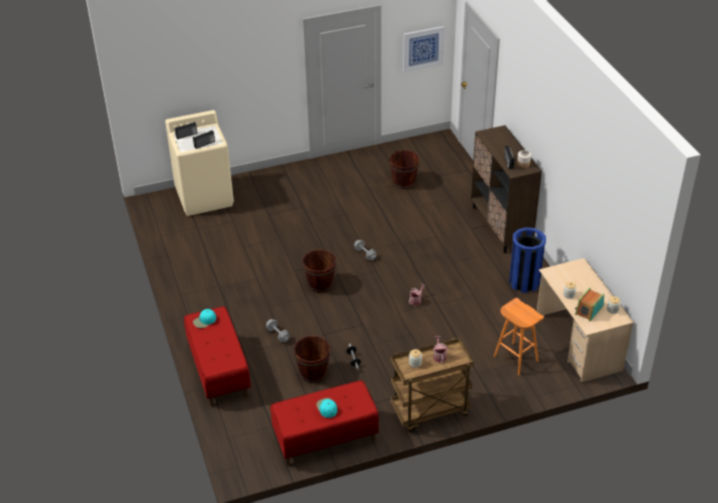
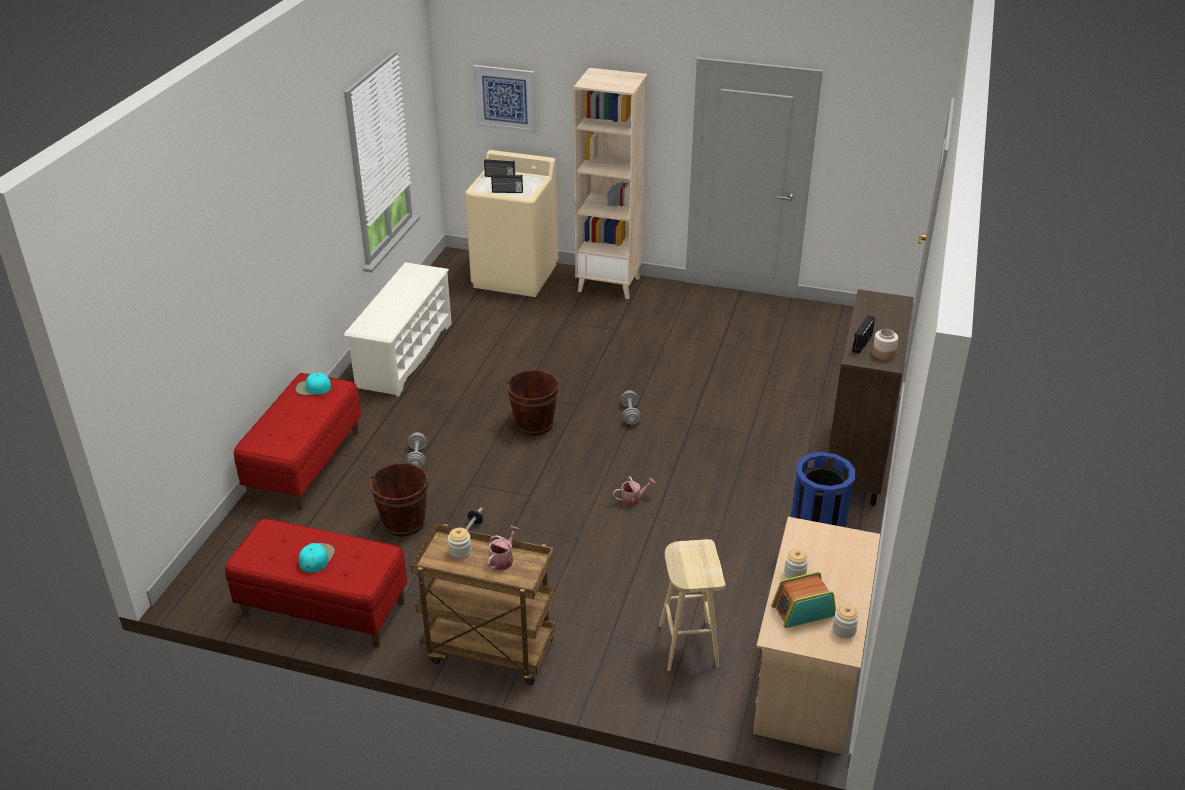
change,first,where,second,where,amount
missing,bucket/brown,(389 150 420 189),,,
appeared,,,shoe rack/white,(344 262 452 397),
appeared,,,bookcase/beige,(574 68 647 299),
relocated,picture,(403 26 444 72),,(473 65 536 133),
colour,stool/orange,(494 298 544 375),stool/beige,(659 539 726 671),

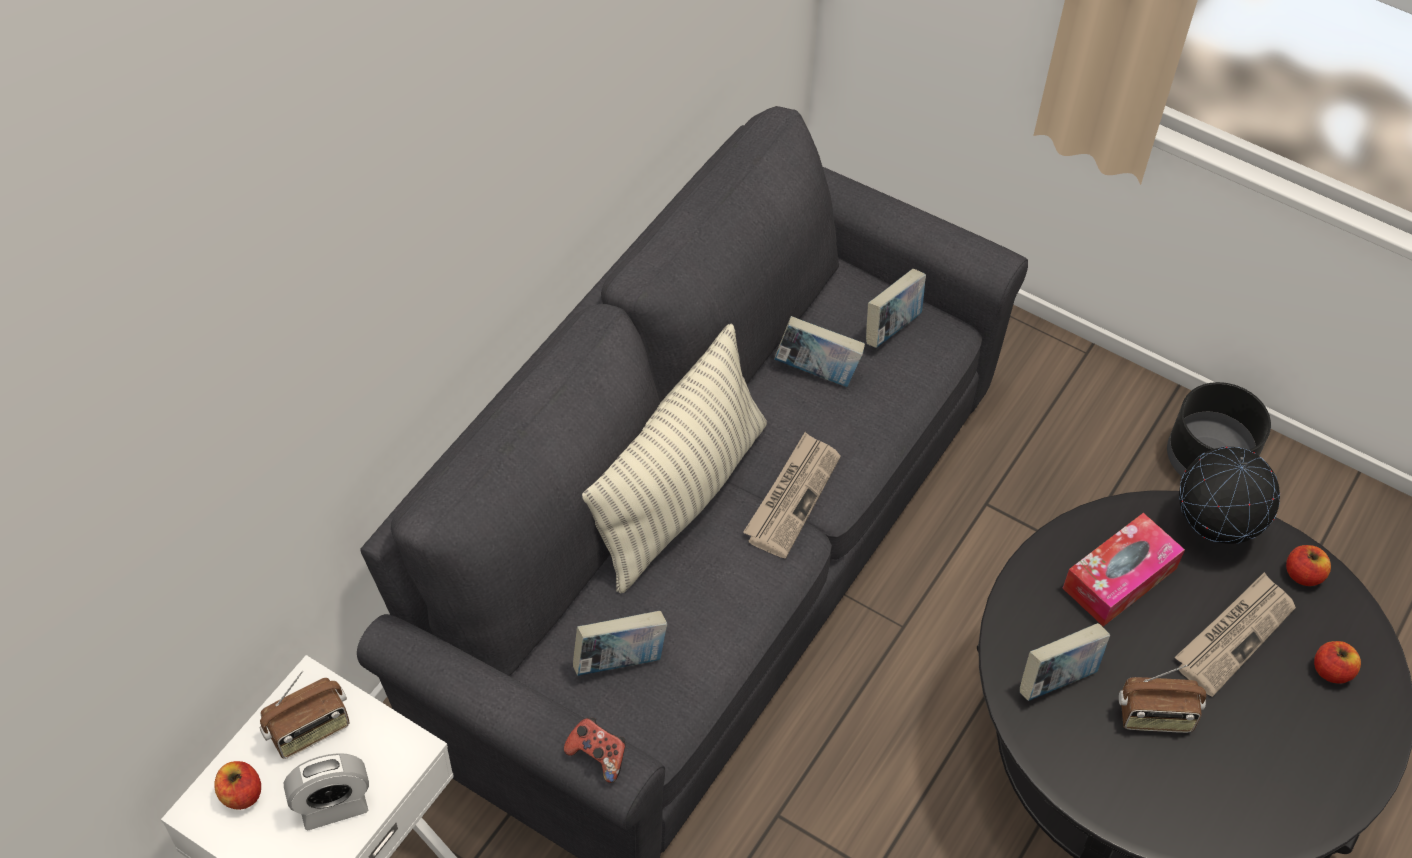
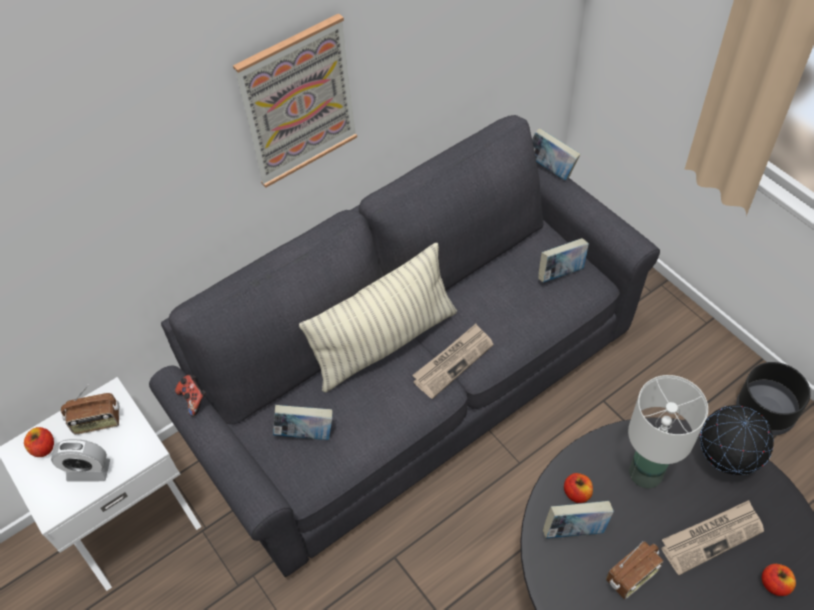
change,first,where,second,where,amount
appeared,,,picture,(233 13 357 188),
relocated,game controller,(564 718 626 783),,(175 375 206 416),
relocated,book,(774 316 865 387),,(532 128 580 181),
relocated,apple,(1286 545 1331 586),,(564 473 593 503),
exchanged,tissue box,(1063 513 1185 626),table lamp/white,(628 375 708 488),
spun,radio,(1119 665 1206 733),,(606 541 663 599),60 degrees counterclockwise

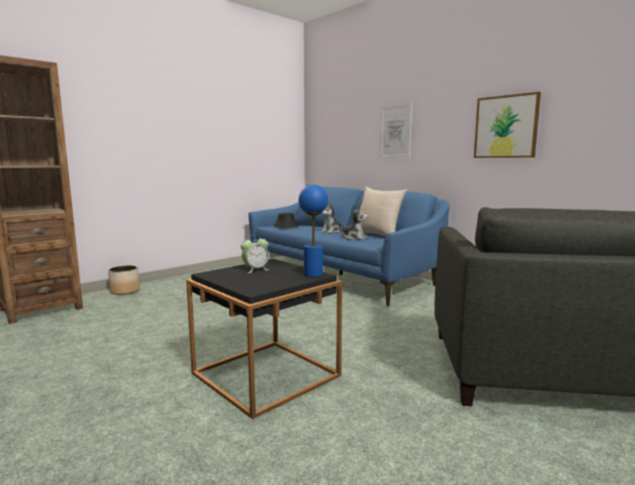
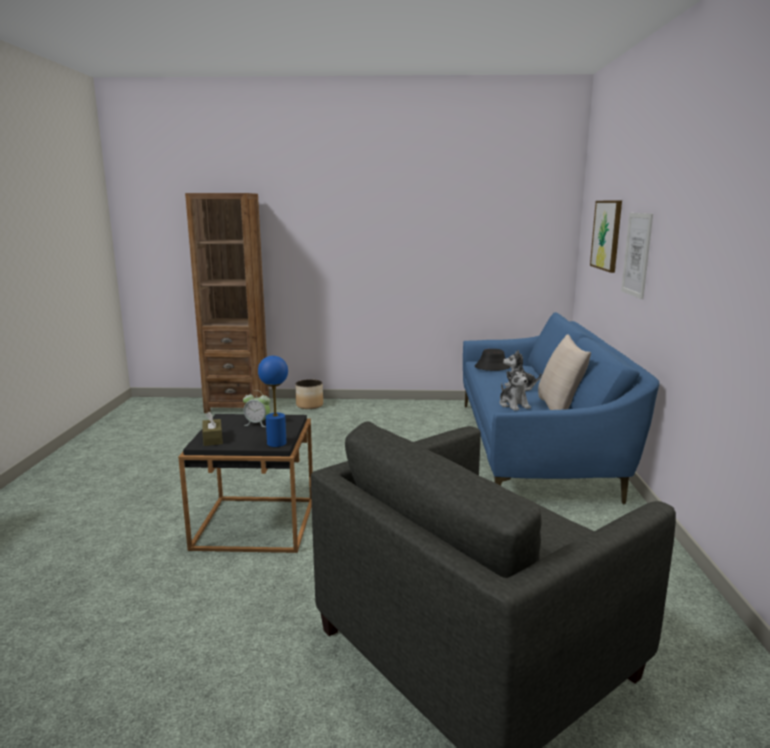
change,first,where,second,where,amount
appeared,,,tissue box/brown,(202 412 223 446),
relocated,picture,(474 92 541 158),,(590 200 622 273),

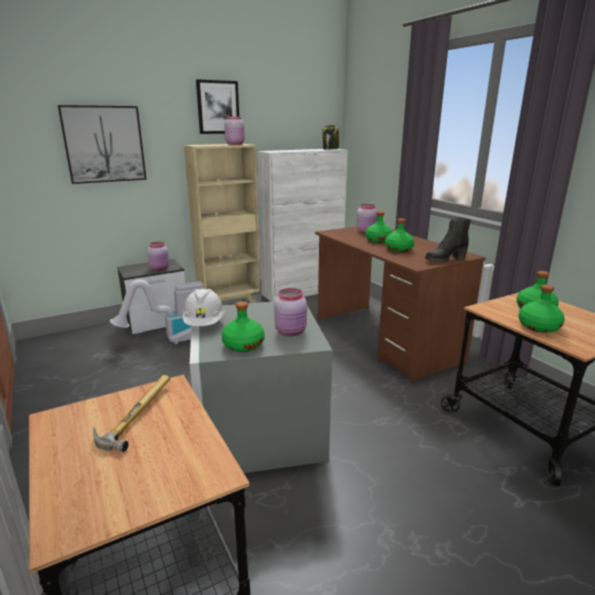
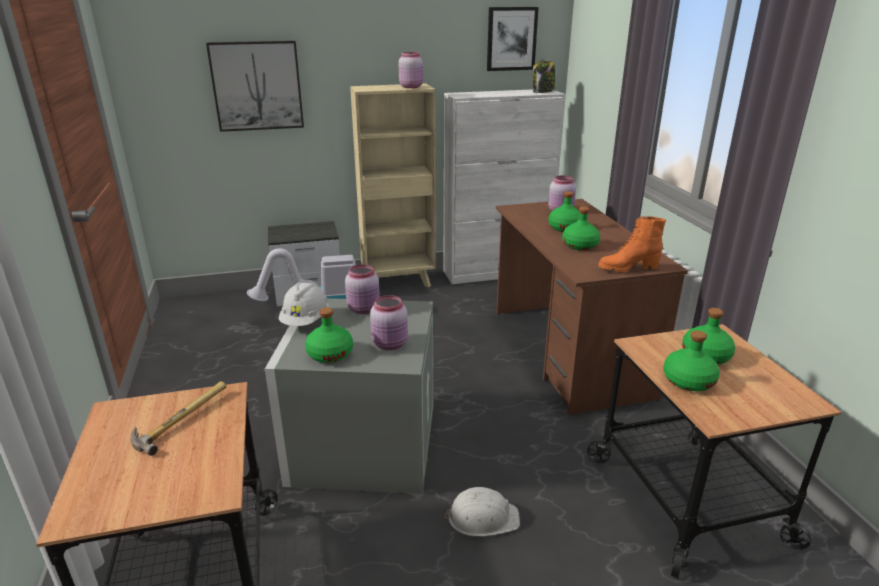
change,first,where,second,where,amount
appeared,,,hard hat/white,(444 487 520 537),
relocated,jar/pink,(147 242 169 271),,(345 264 380 314),
relocated,picture,(196 79 239 134),,(487 7 539 71),
colour,boot/black,(425 218 471 262),boot/orange,(598 216 666 273),

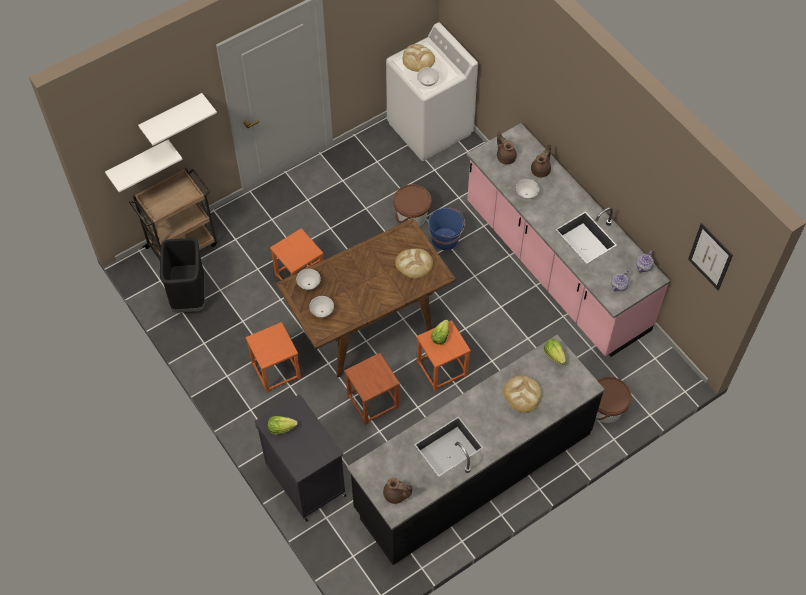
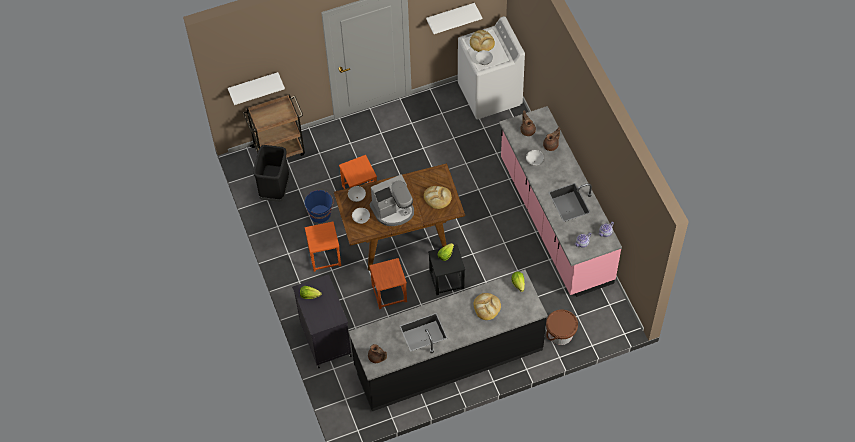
change,first,where,second,where,amount
missing,bucket/brown,(393 184 432 226),,,
missing,picture,(688 223 733 290),,,
appeared,,,coffee machine,(370 174 414 226),
relocated,shelf/white,(138 93 217 146),,(426 3 482 34),
relocated,bucket/blue,(428 208 465 250),,(305 190 334 223),
colour,stool/orange,(416 320 471 391),stool/black,(428 245 465 295),

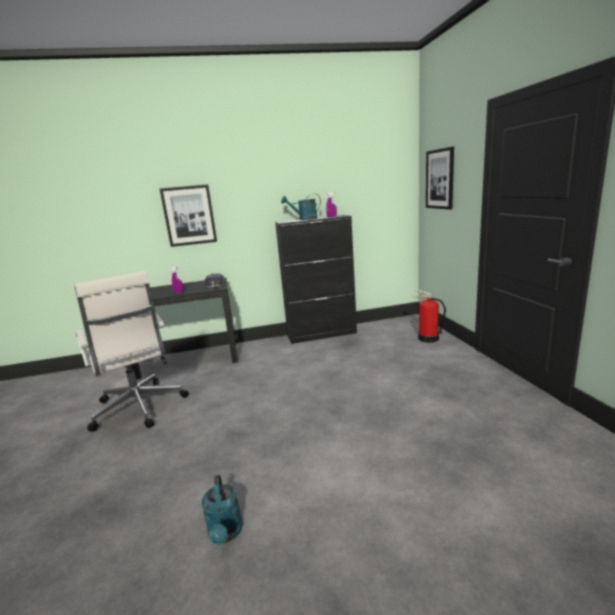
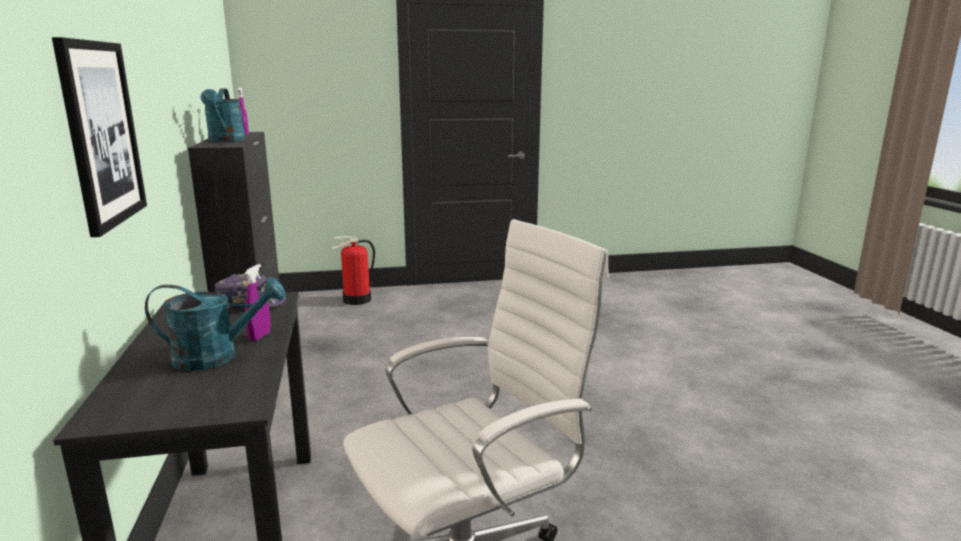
change,first,where,second,where,amount
missing,picture,(426 147 454 209),,,
relocated,watering can/turquoise,(202 475 243 545),,(145 277 286 371),

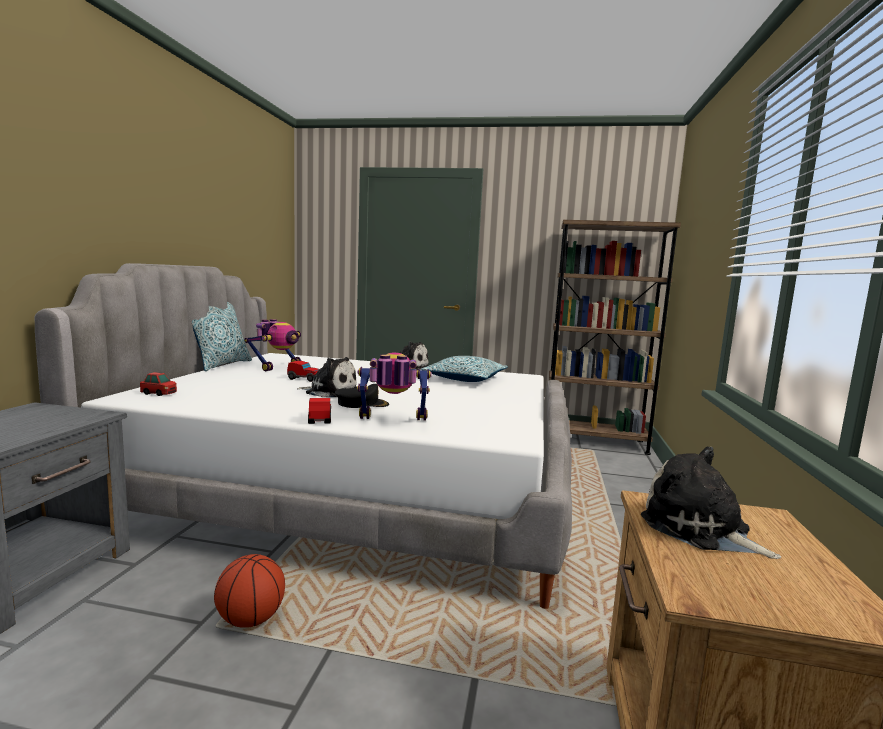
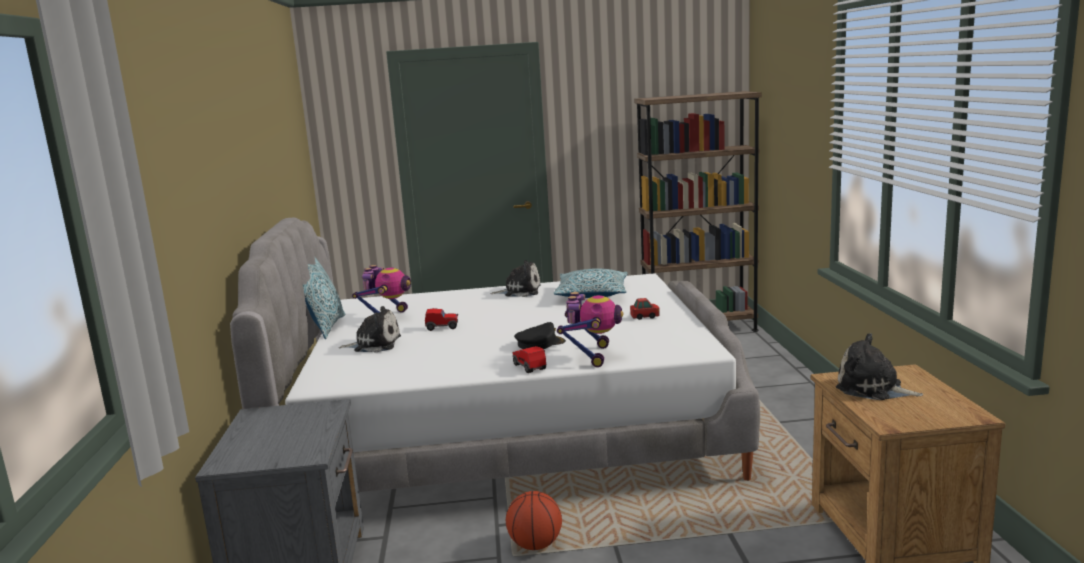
change,first,where,second,where,amount
relocated,toy car,(140 372 177 396),,(630 298 660 320),
relocated,plush toy,(297 357 357 398),,(339 306 401 353),
spun,toy robot,(357 353 432 420),,(557 292 623 367),120 degrees clockwise

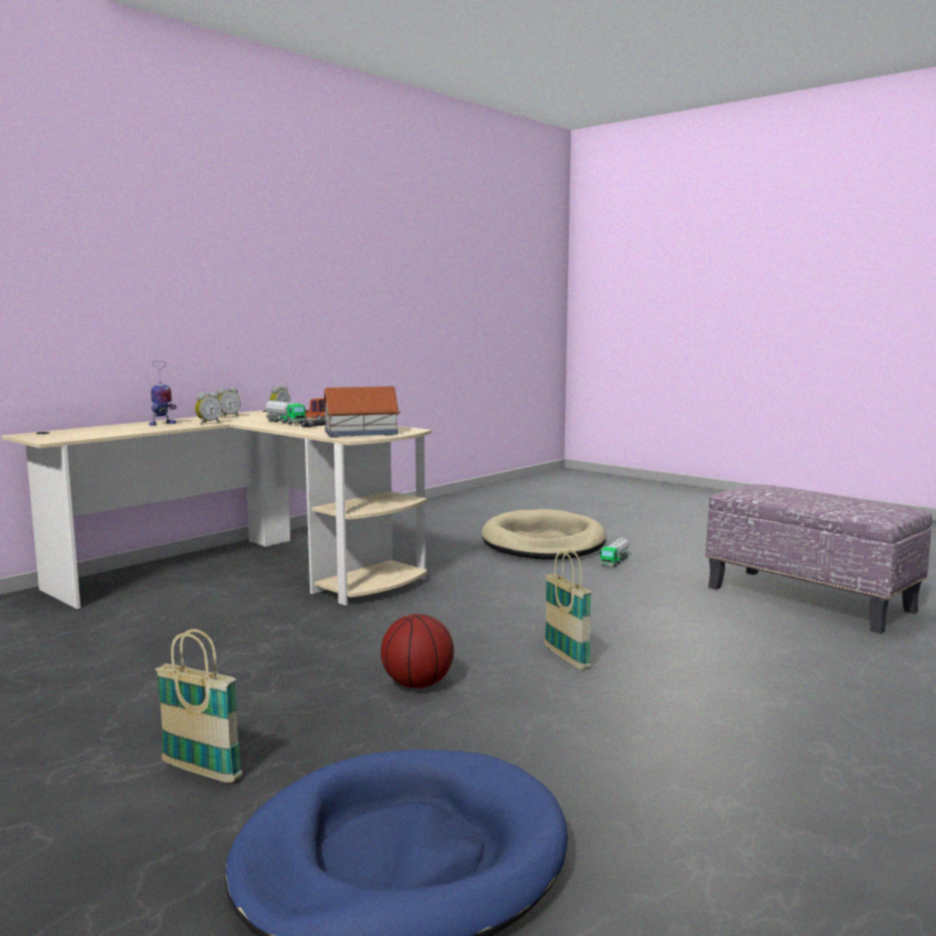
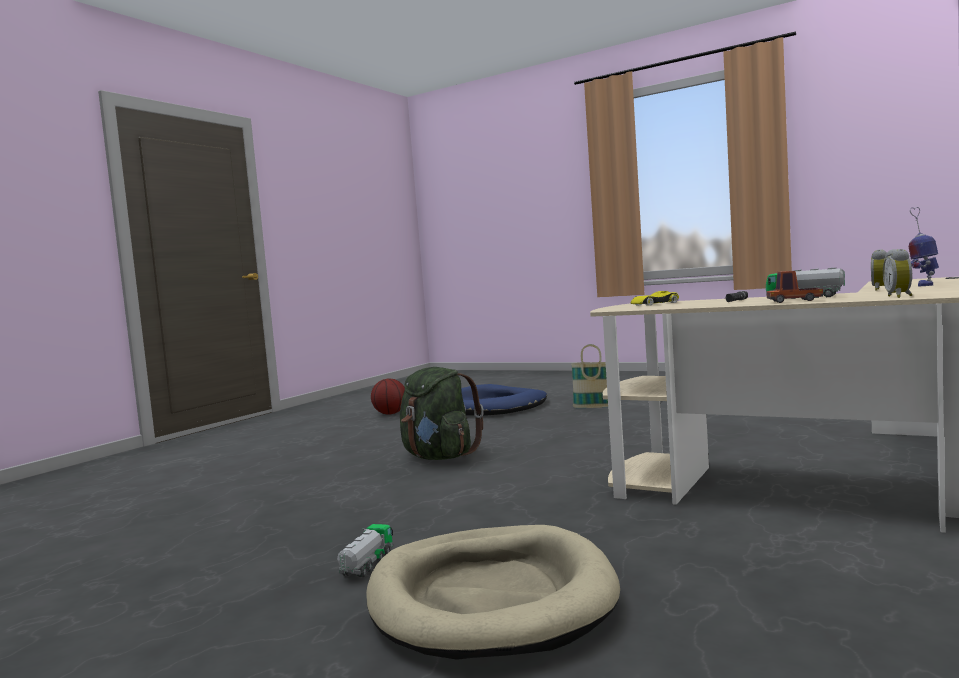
change,first,where,second,where,amount
missing,alarm clock,(217 387 240 418),,,
missing,ottoman,(705 484 932 634),,,
relocated,basketball,(381 614 454 688),,(371 378 405 415),
exchanged,toy house,(322 386 400 437),toy car/yellow,(631 291 679 306),
exchanged,basket,(544 550 592 670),backpack/green,(400 367 484 460),

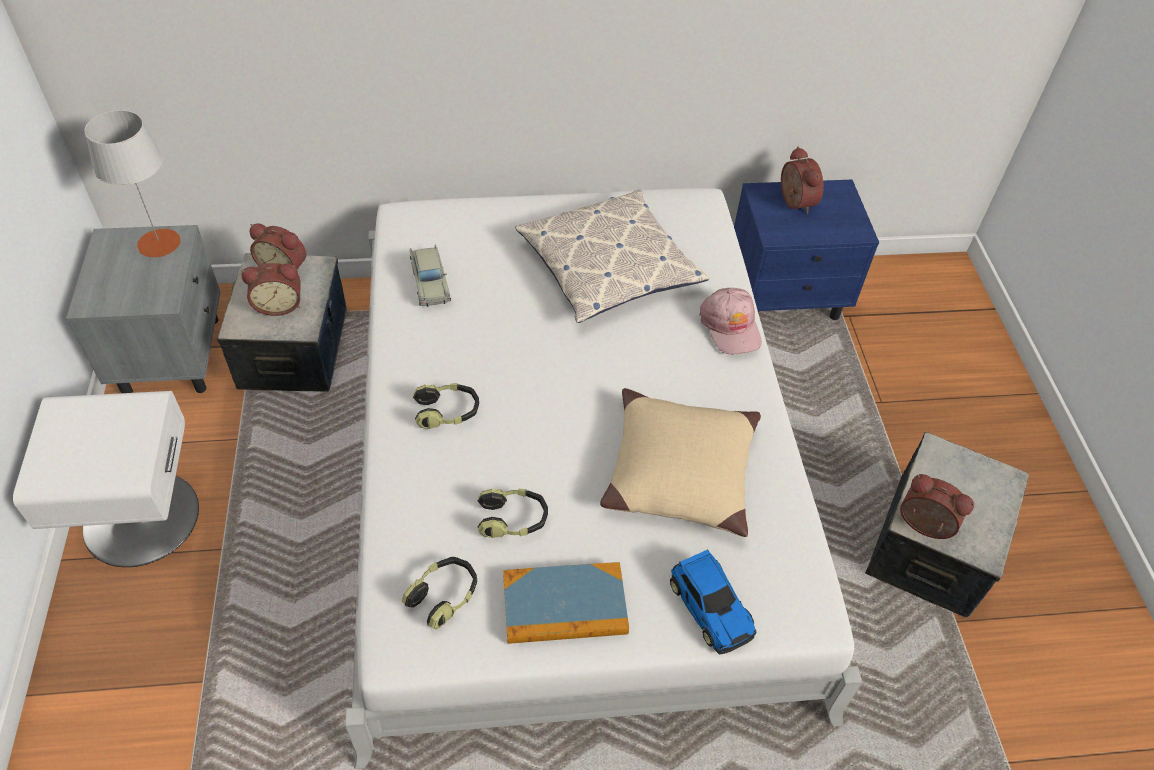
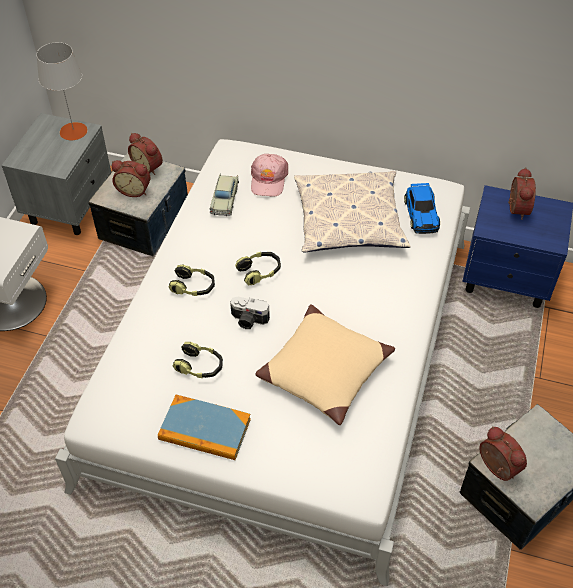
change,first,where,second,where,amount
appeared,,,photo camera,(230 296 270 329),
relocated,headphones,(402 557 477 629),,(235 252 281 285),
relocated,toy car,(670 549 757 654),,(404 183 440 234),
relocated,cap/pink,(699 288 762 355),,(251 154 288 197),

